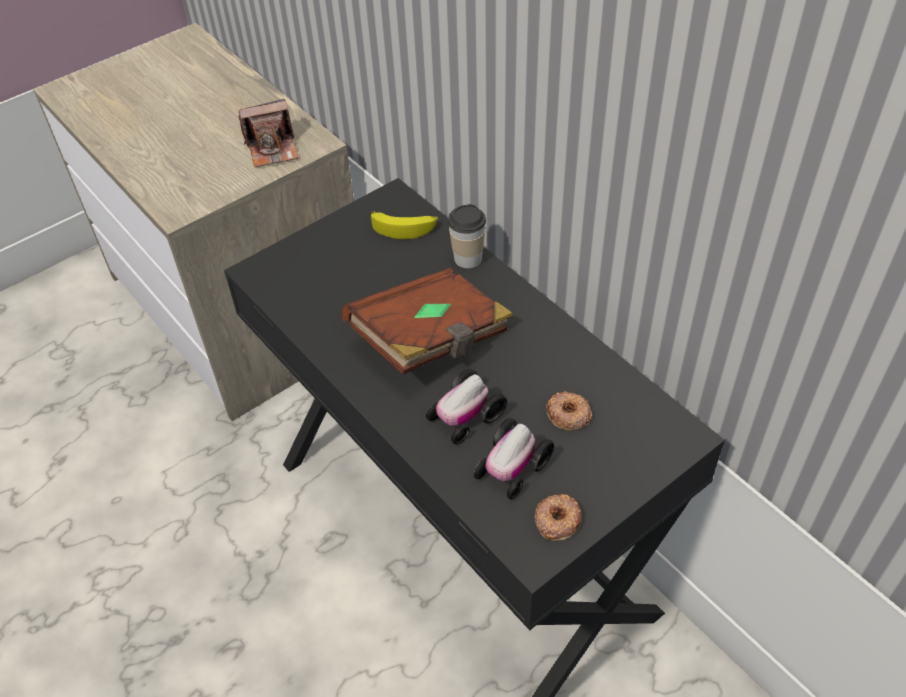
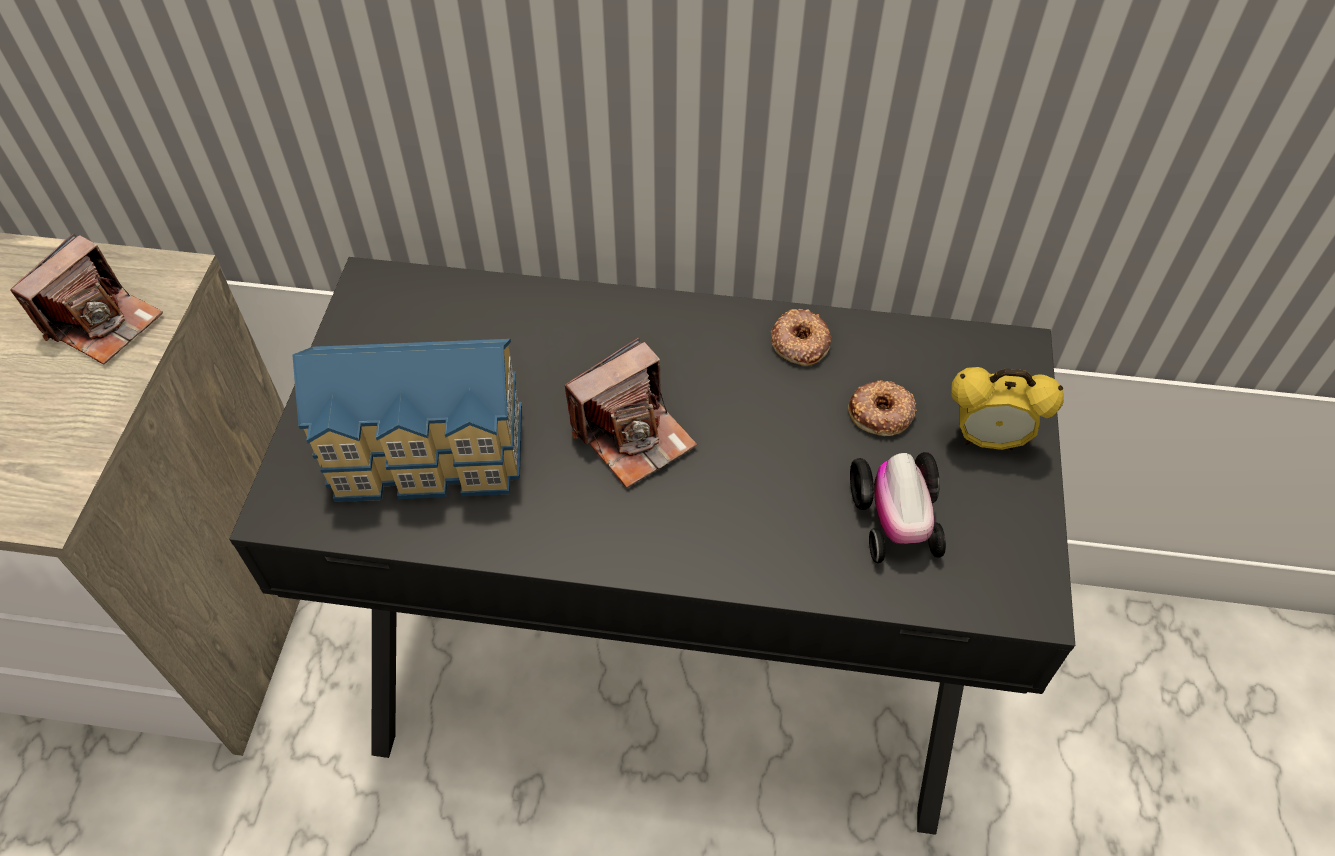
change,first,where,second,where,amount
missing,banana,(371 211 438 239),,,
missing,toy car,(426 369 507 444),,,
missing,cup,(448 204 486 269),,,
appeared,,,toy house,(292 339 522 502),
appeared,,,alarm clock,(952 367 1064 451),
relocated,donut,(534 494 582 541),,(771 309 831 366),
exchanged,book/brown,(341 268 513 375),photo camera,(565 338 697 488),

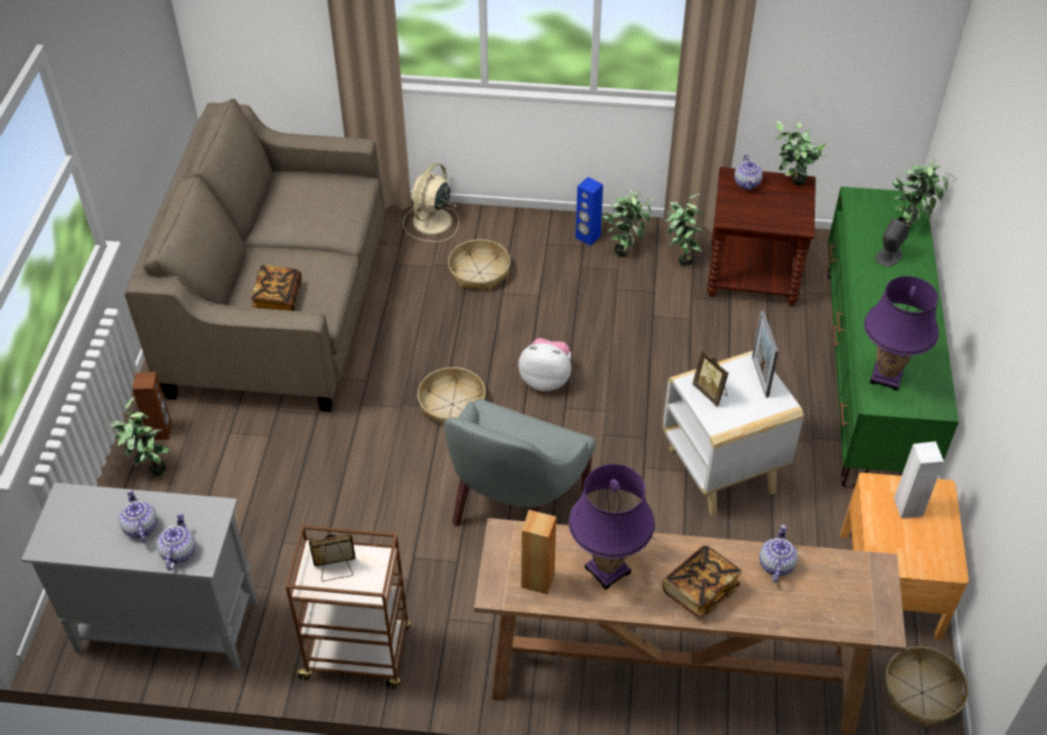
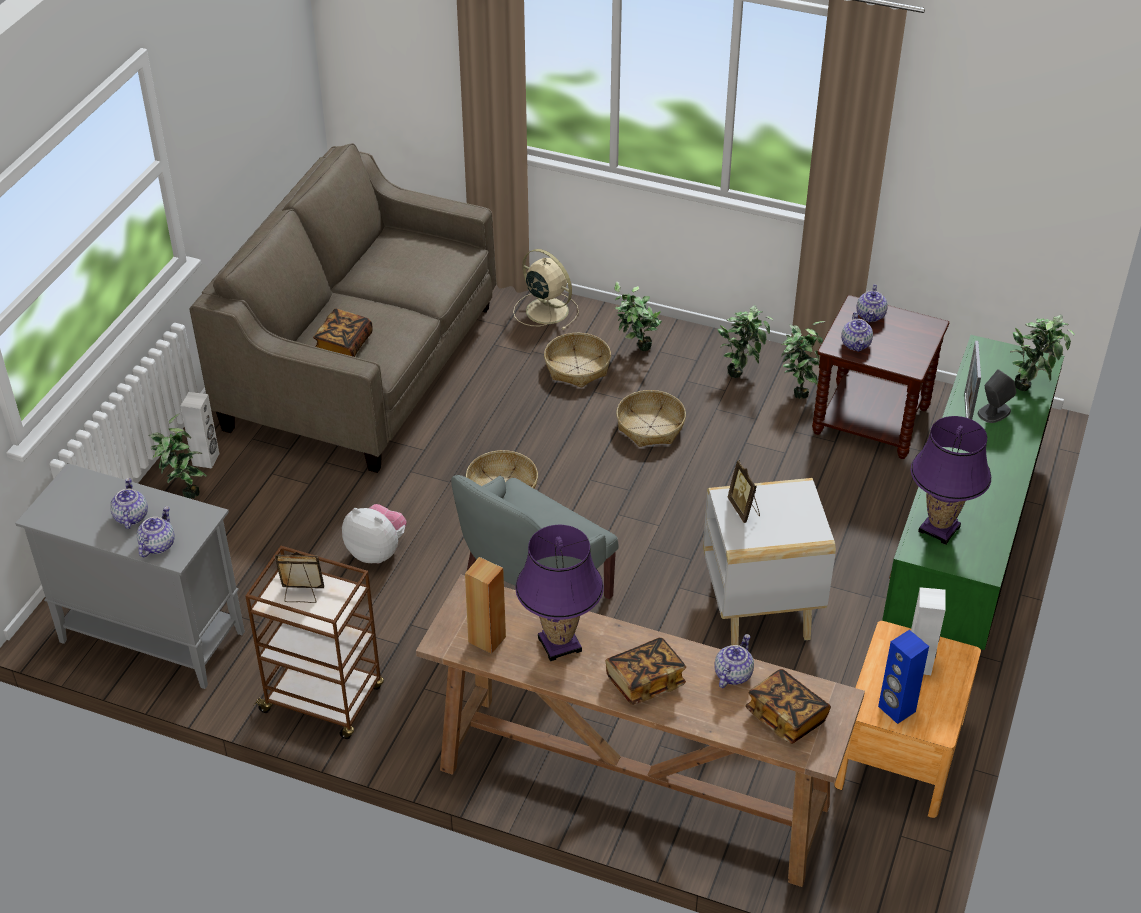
change,first,where,second,where,amount
appeared,,,book,(745 669 831 744),
appeared,,,teapot,(841 312 873 352),
relocated,plush toy,(518 338 571 391),,(342 504 407 563),
relocated,speaker/blue,(575 177 603 246),,(878 630 929 724),
relocated,picture frame,(752 310 779 398),,(964 341 981 420),
relocated,potted plant,(776 121 826 185),,(614 281 662 351),
relocated,basket,(885 646 968 727),,(616 390 686 447),
colour,speaker/brown,(132 372 172 440),speaker/white,(180 392 219 469),
spun,fan/beige,(403 163 459 242),,(513 249 579 330),90 degrees clockwise

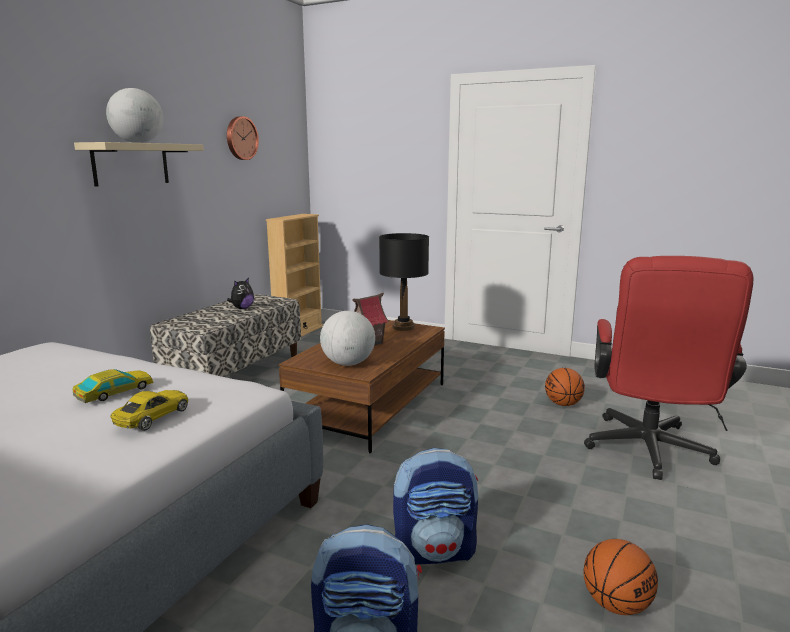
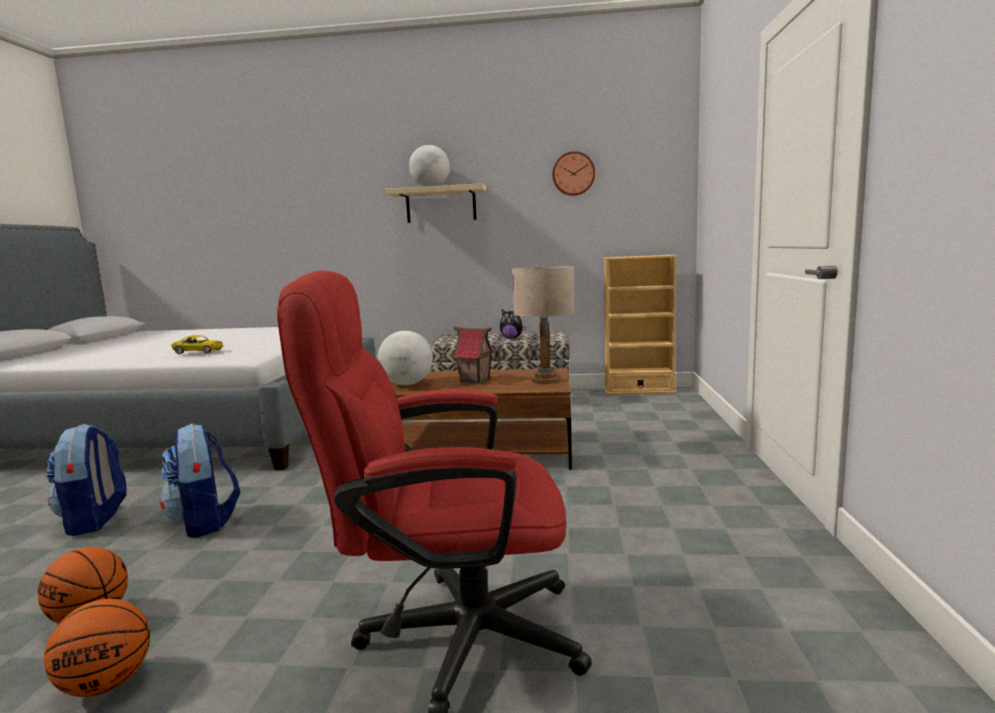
change,first,where,second,where,amount
missing,toy car,(72 369 154 403),,,
relocated,basketball,(545 368 585 406),,(44 599 150 697),
colour,table lamp/black,(379 233 429 331),table lamp/beige,(512 266 574 384),

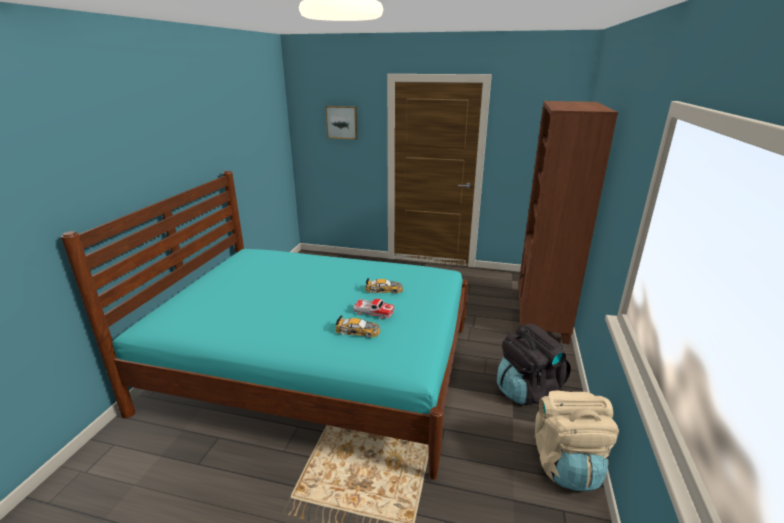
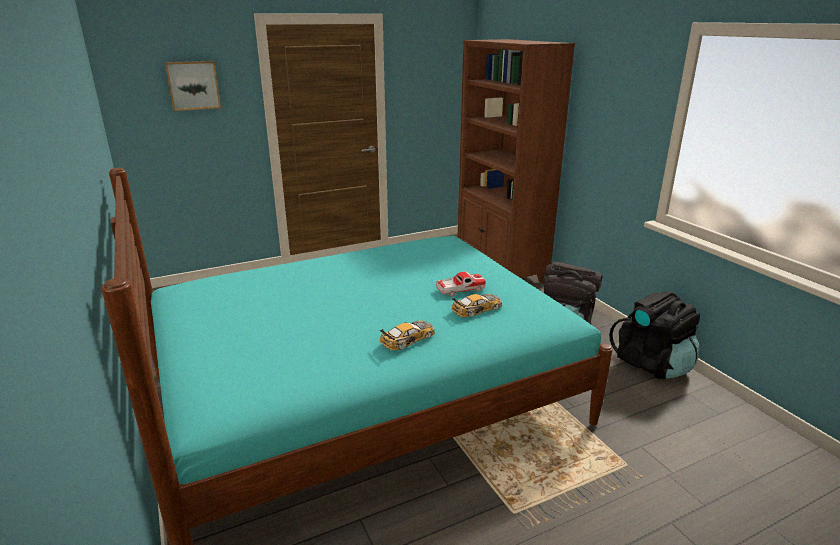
change,first,where,second,where,amount
relocated,toy car,(365 278 403 294),,(380 321 435 350),
colour,backpack/beige,(535 390 619 491),backpack/black,(609 291 700 379),

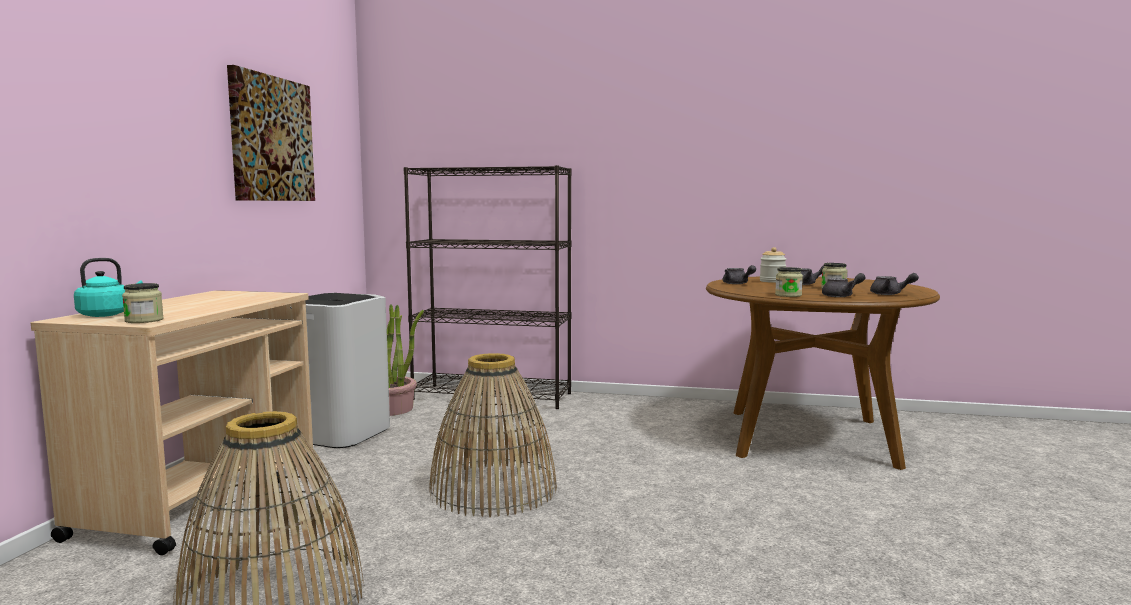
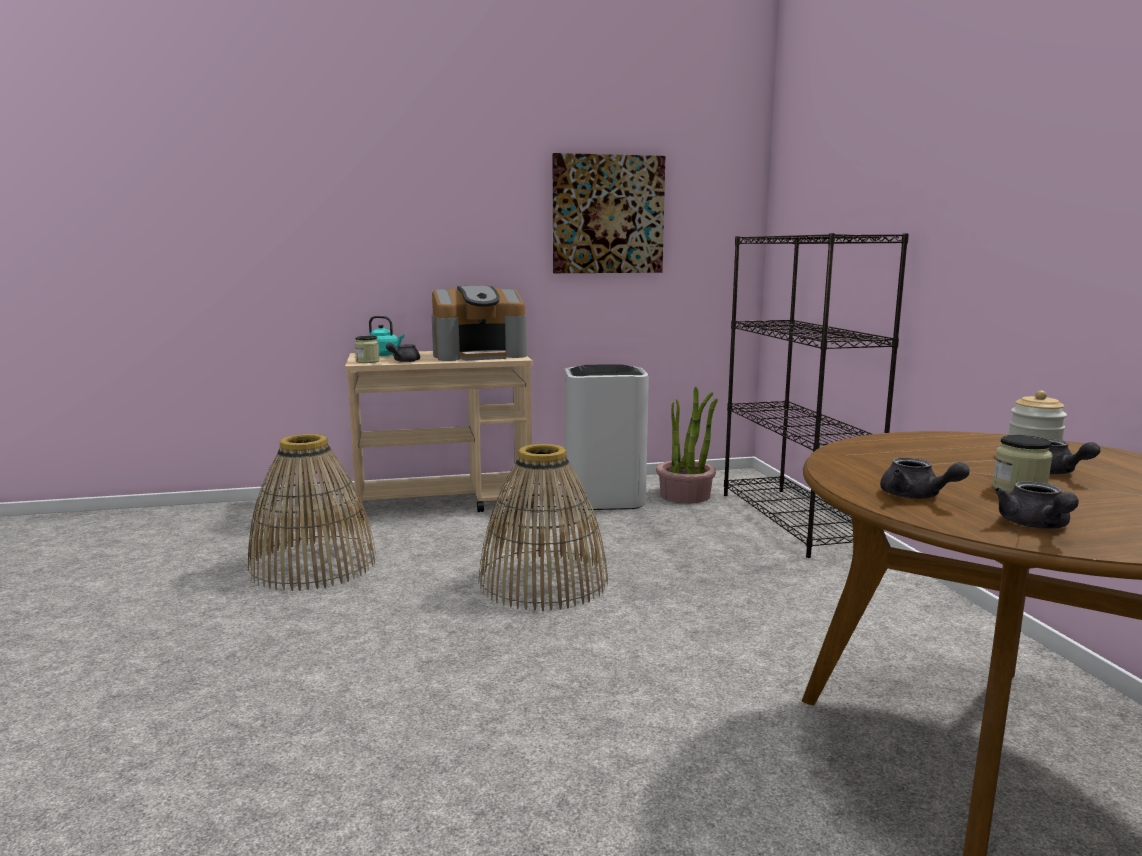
change,first,where,second,where,amount
missing,jar,(775 267 803 297),,,
appeared,,,coffee machine,(432 286 527 361),
relocated,teapot/grey,(723 265 756 284),,(386 343 420 362),

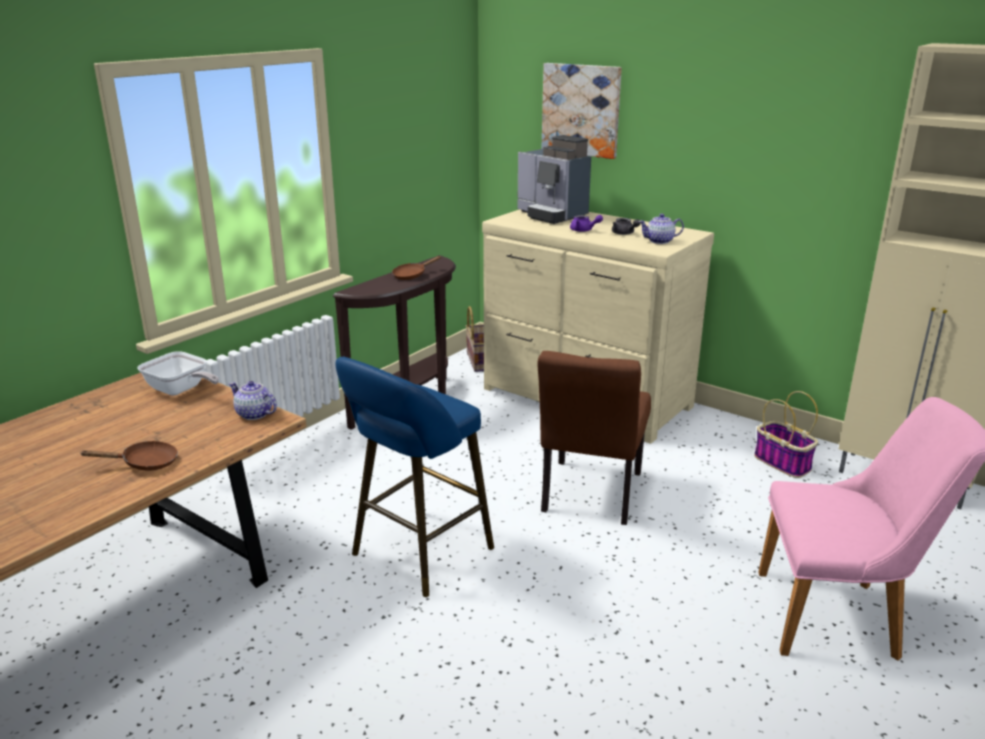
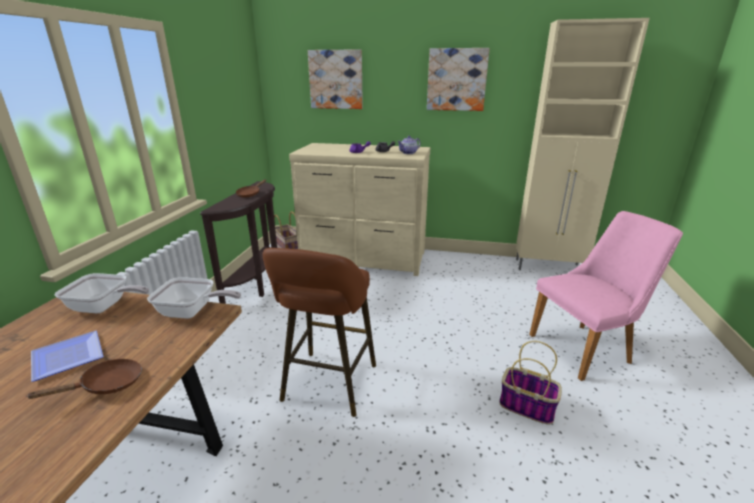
change,first,where,second,where,amount
missing,coffee machine,(517 135 591 224),,,
missing,chair/brown,(537 351 651 525),,,
appeared,,,plate,(31 331 103 382),
appeared,,,picture,(427 48 490 111),
relocated,basket,(754 391 818 478),,(499 341 562 425),
exchanged,teapot,(229 381 277 420),frying pan,(147 277 241 319),
colour,stool/blue,(335 357 494 597),stool/brown,(263 248 376 417),

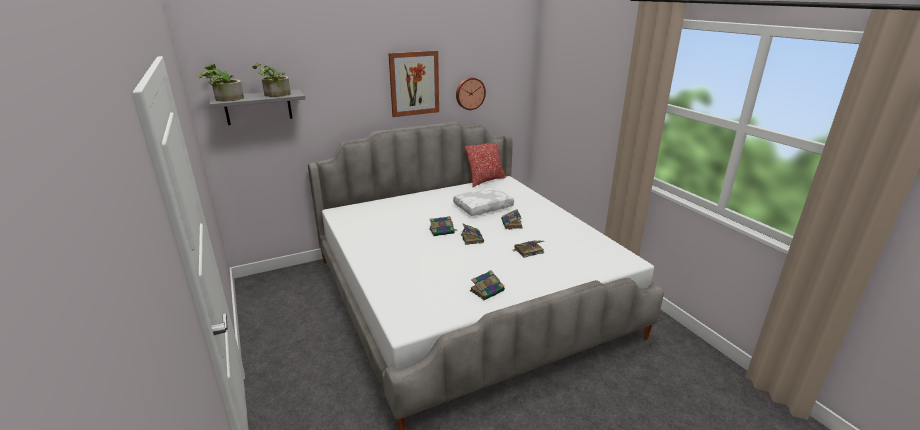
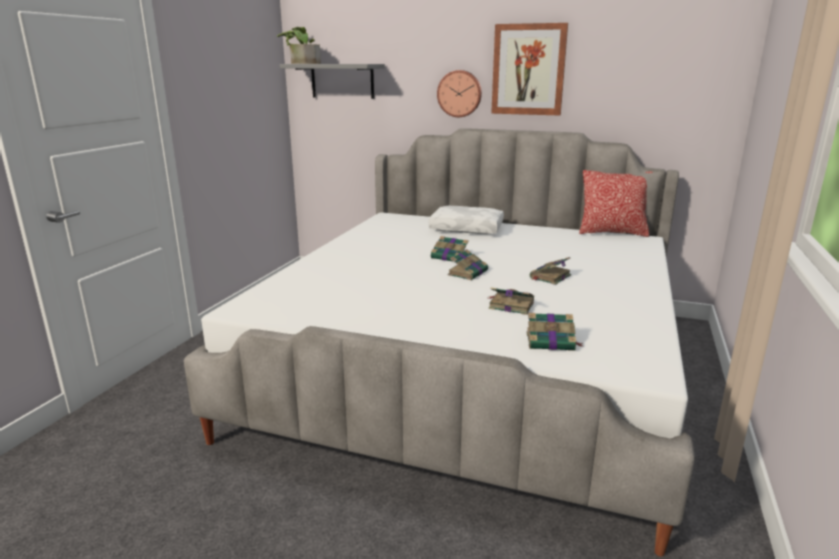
change,first,where,second,where,amount
missing,potted plant,(252 62 291 97),,,
relocated,pillow/white,(453 187 514 216),,(428 206 504 234),
relocated,wall clock,(456 77 486 110),,(437 70 482 117),
relocated,book,(470 270 505 300),,(527 313 583 351),

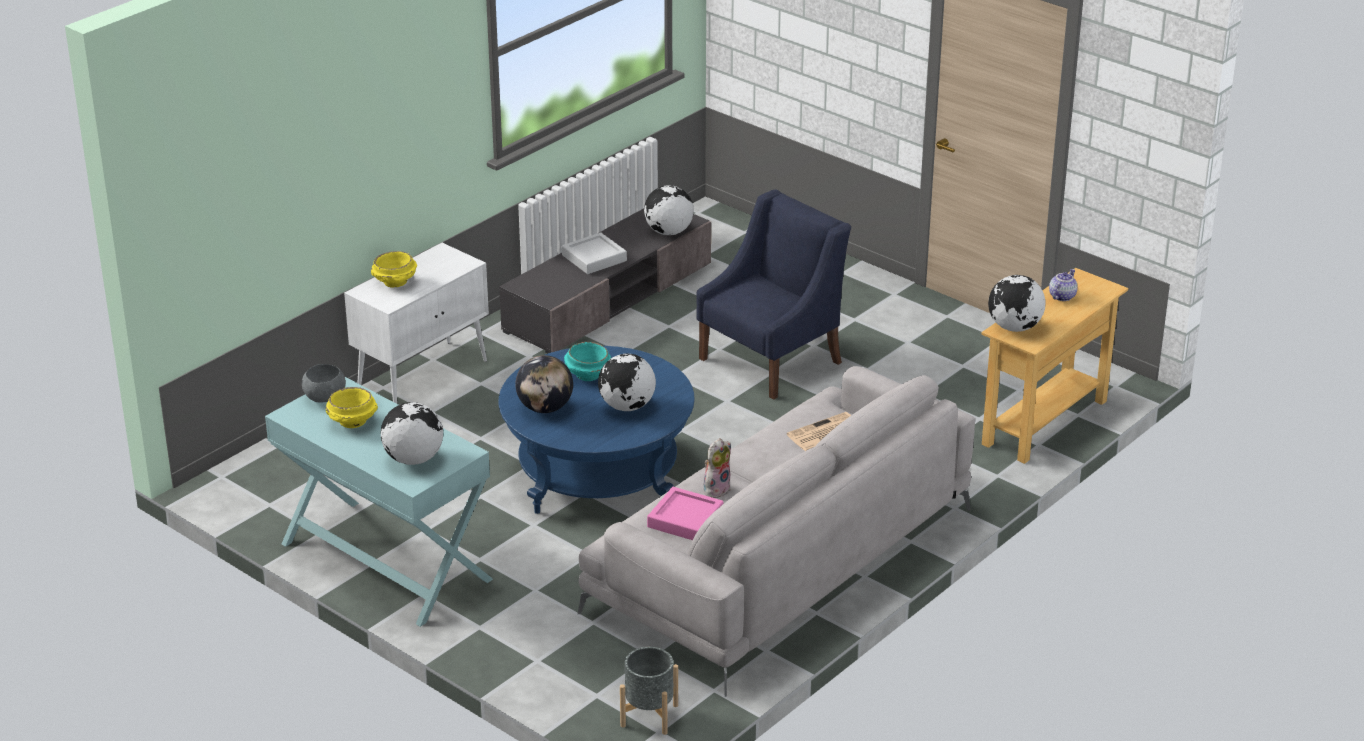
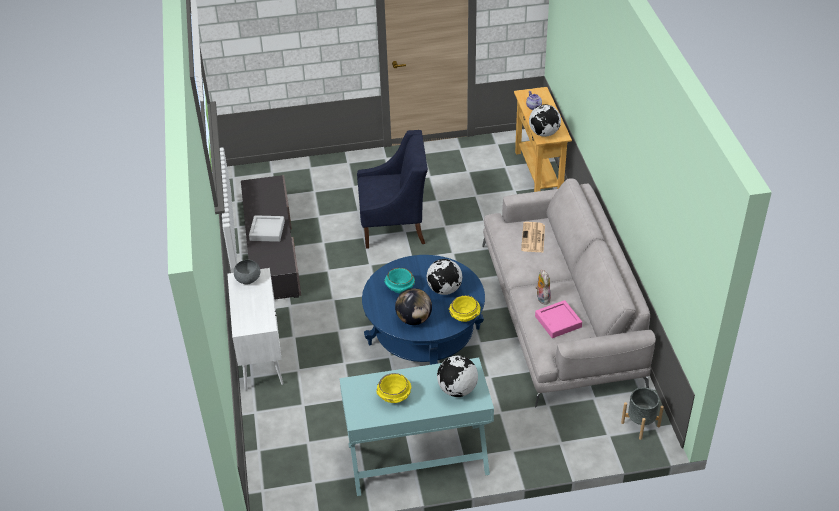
change,first,where,second,where,amount
missing,globe,(644 185 694 235),,,
relocated,bowl/grey,(302 364 346 403),,(234 260 260 284),
relocated,bowl/yellow,(371 251 417 288),,(449 295 480 322),
spun,armchair/blue,(697 190 851 400),,(357 130 428 249),90 degrees clockwise

